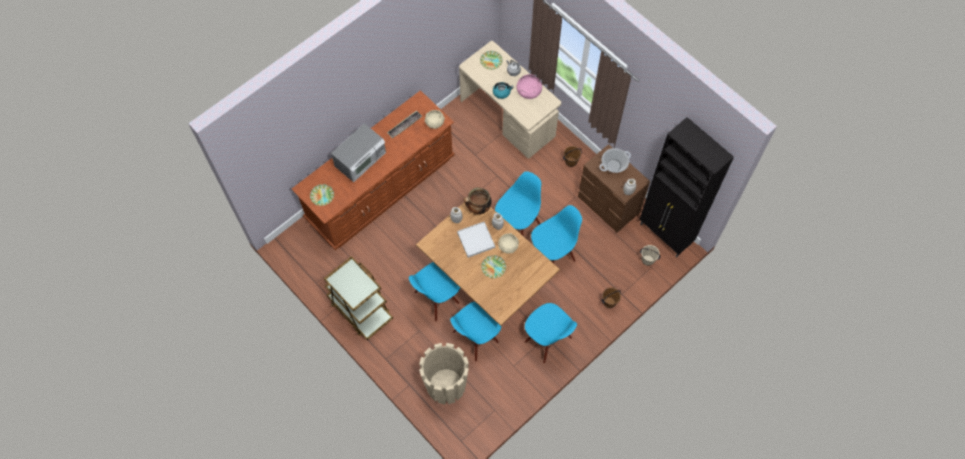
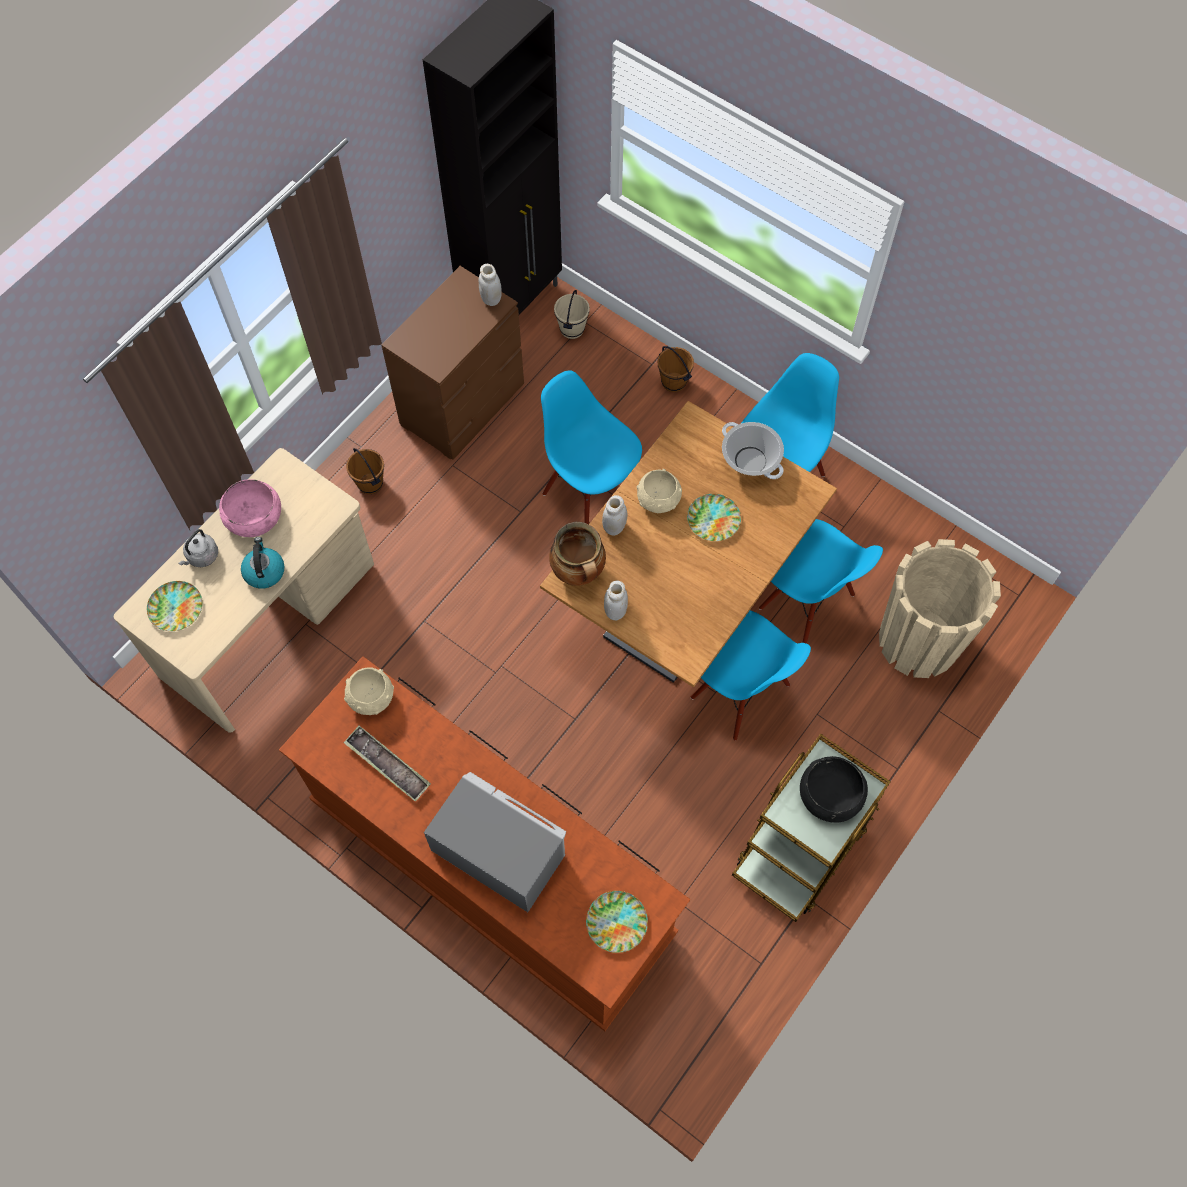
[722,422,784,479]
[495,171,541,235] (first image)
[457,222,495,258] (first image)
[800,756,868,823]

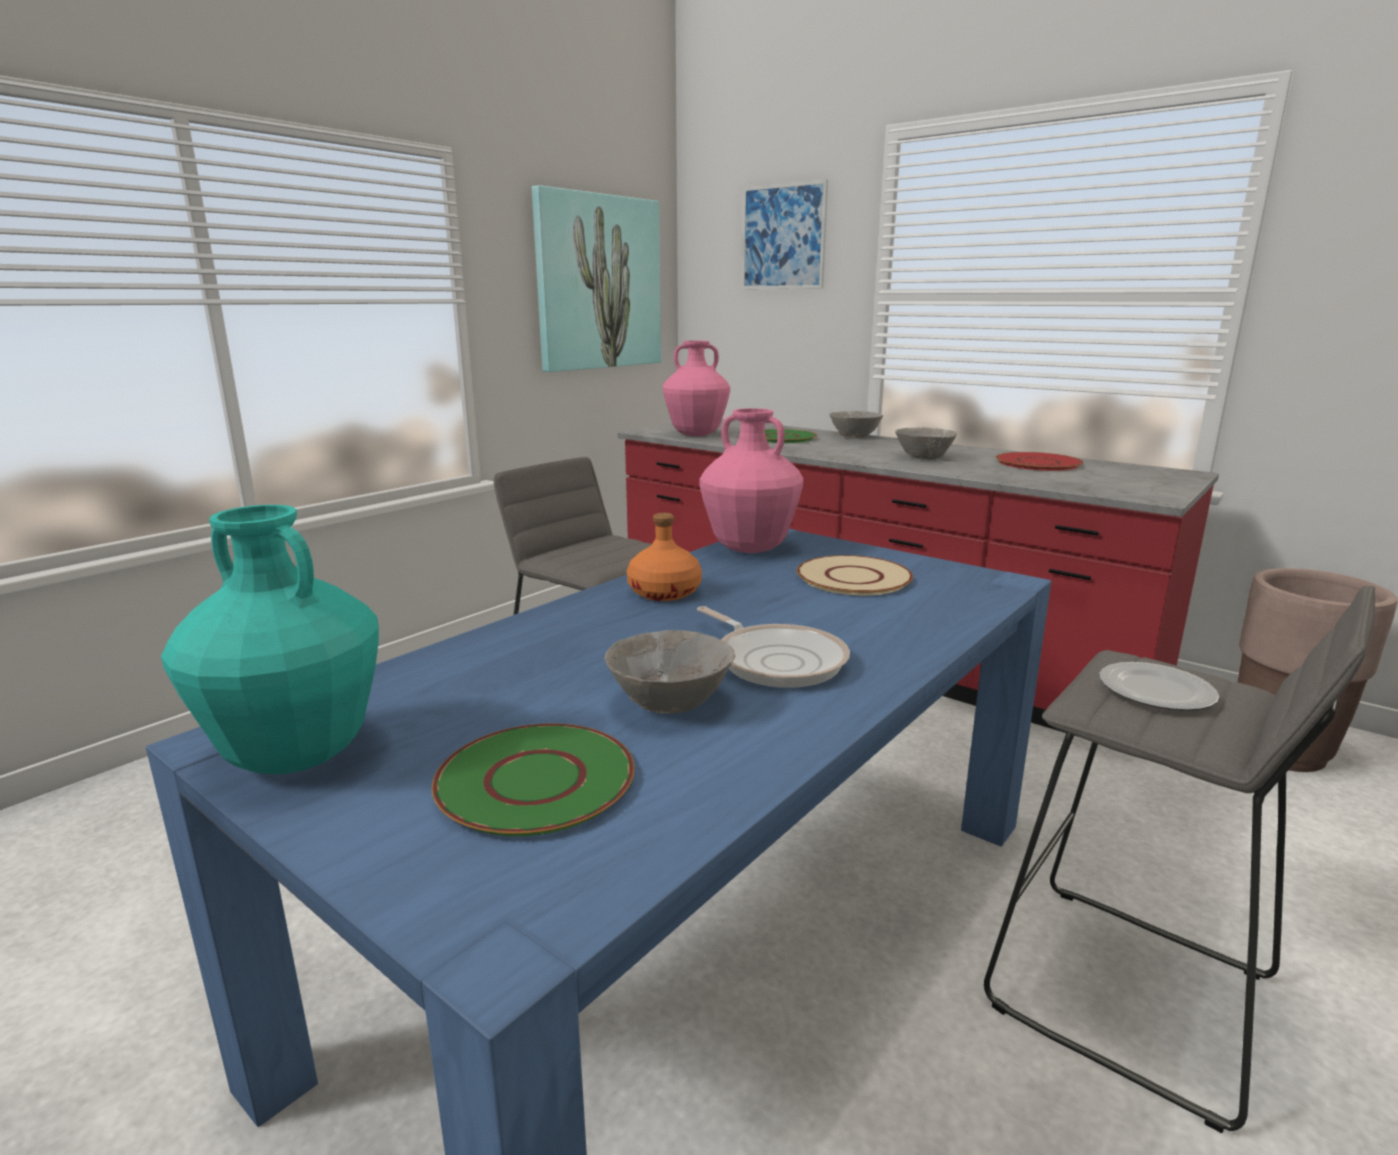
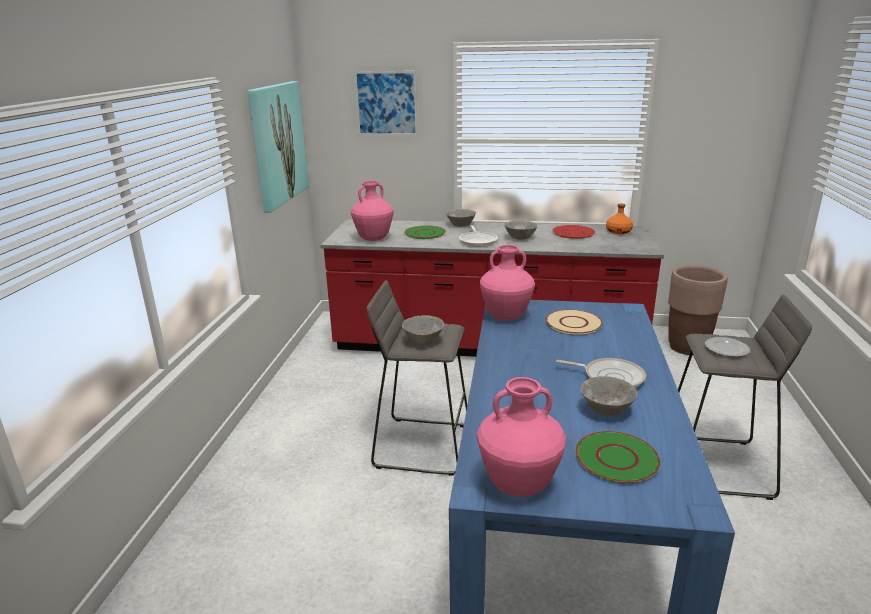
[477,377,566,497]
[606,203,633,234]
[459,225,498,247]
[402,315,444,345]

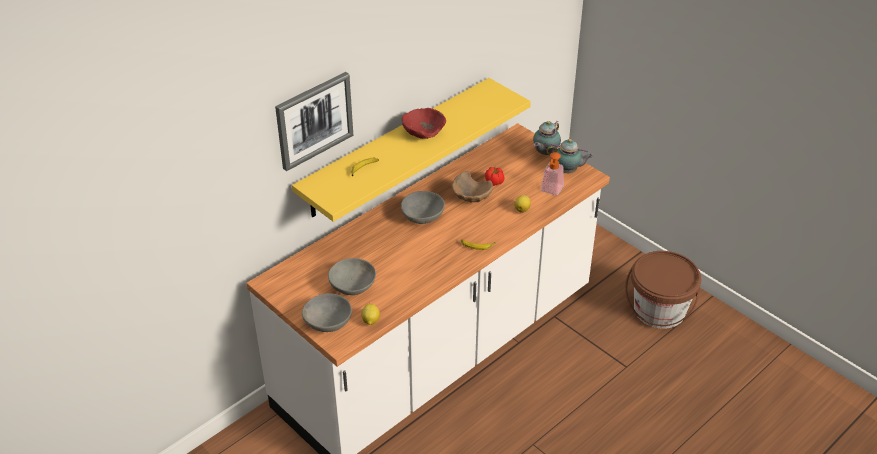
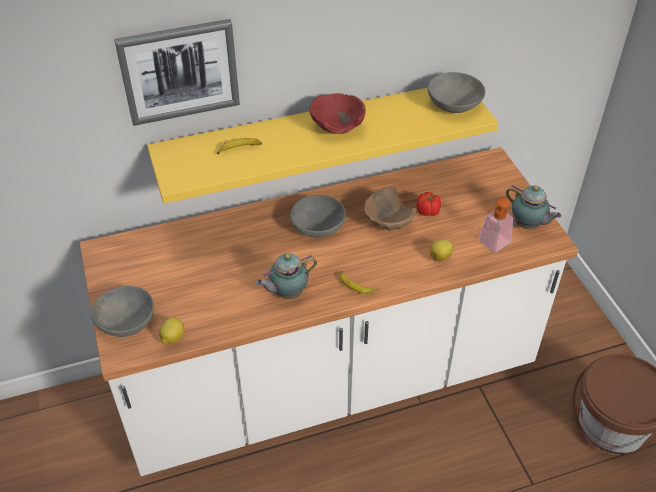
[256,253,317,299]
[428,72,485,113]

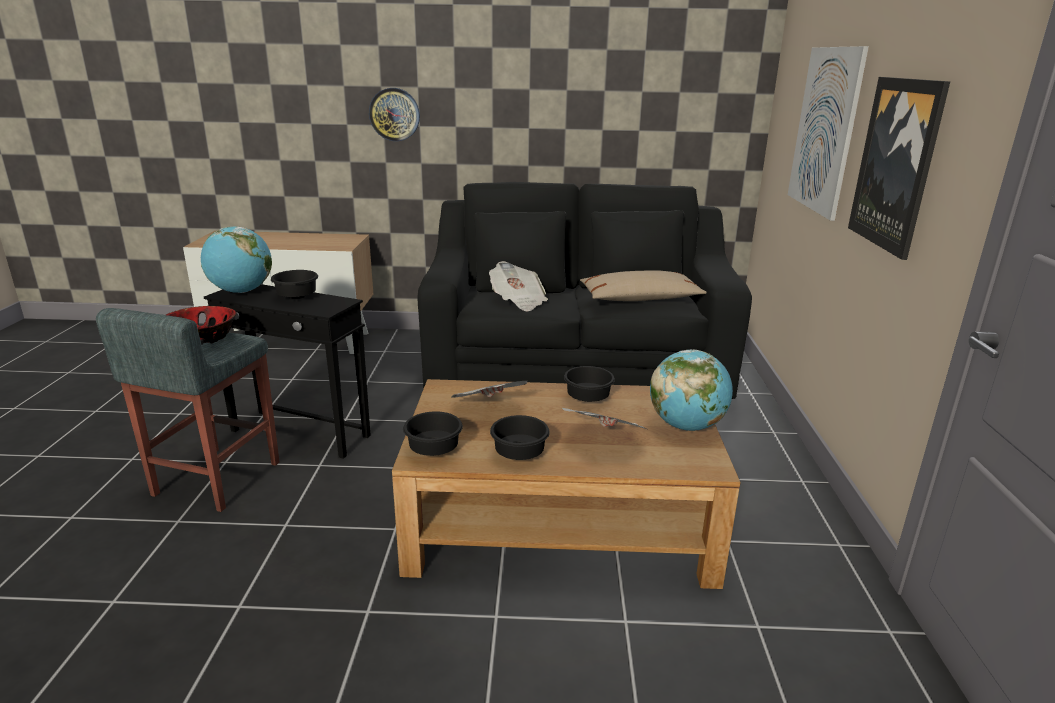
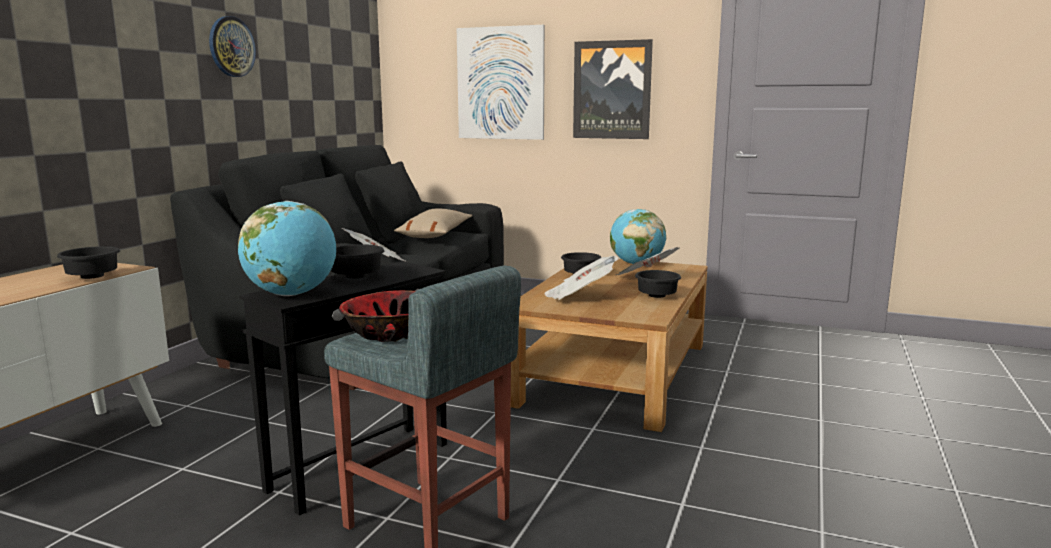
[209,16,256,77]
[57,246,120,279]

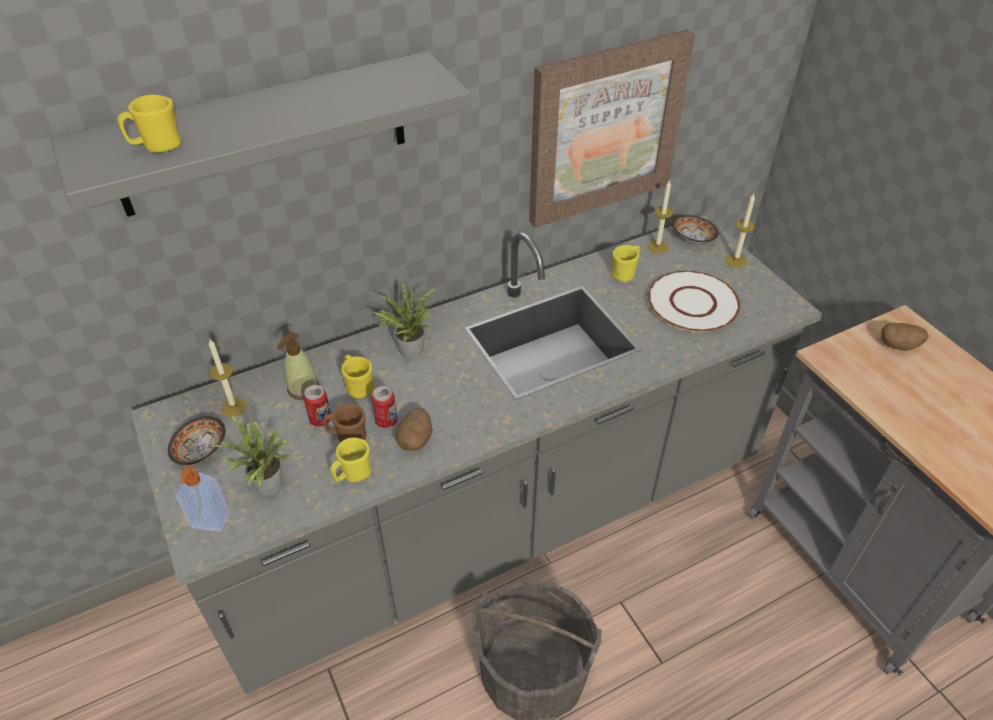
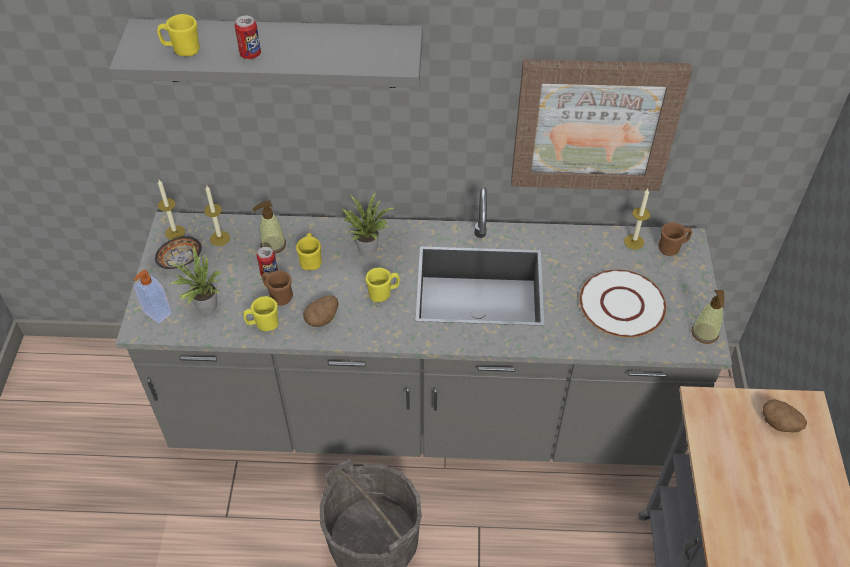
[158,180,185,240]
[658,222,692,256]
[366,268,400,302]
[234,16,261,59]
[691,290,724,344]

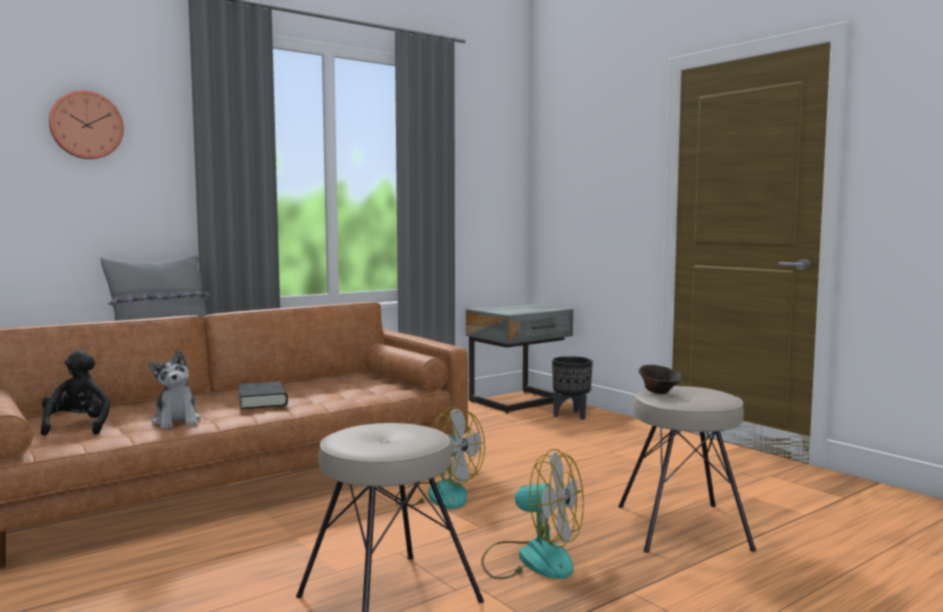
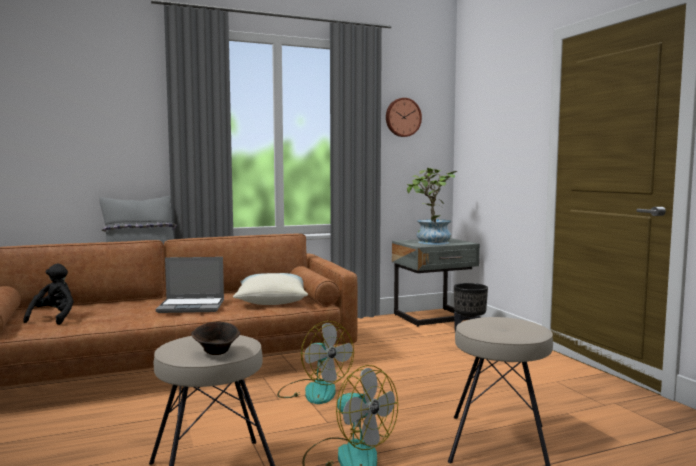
[386,98,422,137]
[149,350,201,429] (first image)
[191,322,240,355]
[156,257,224,313]
[407,168,457,244]
[233,273,308,305]

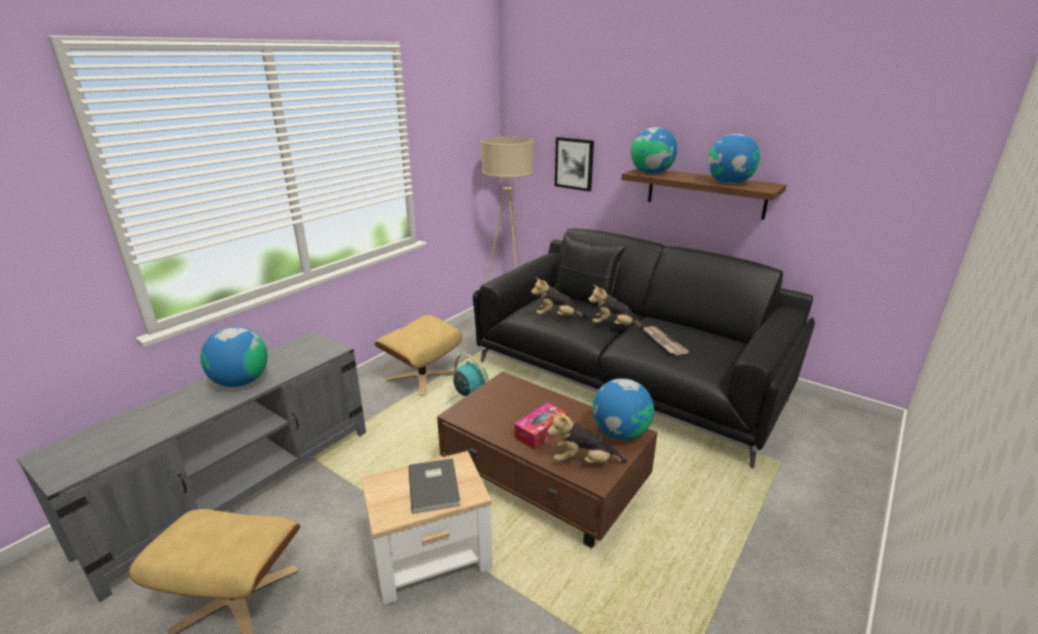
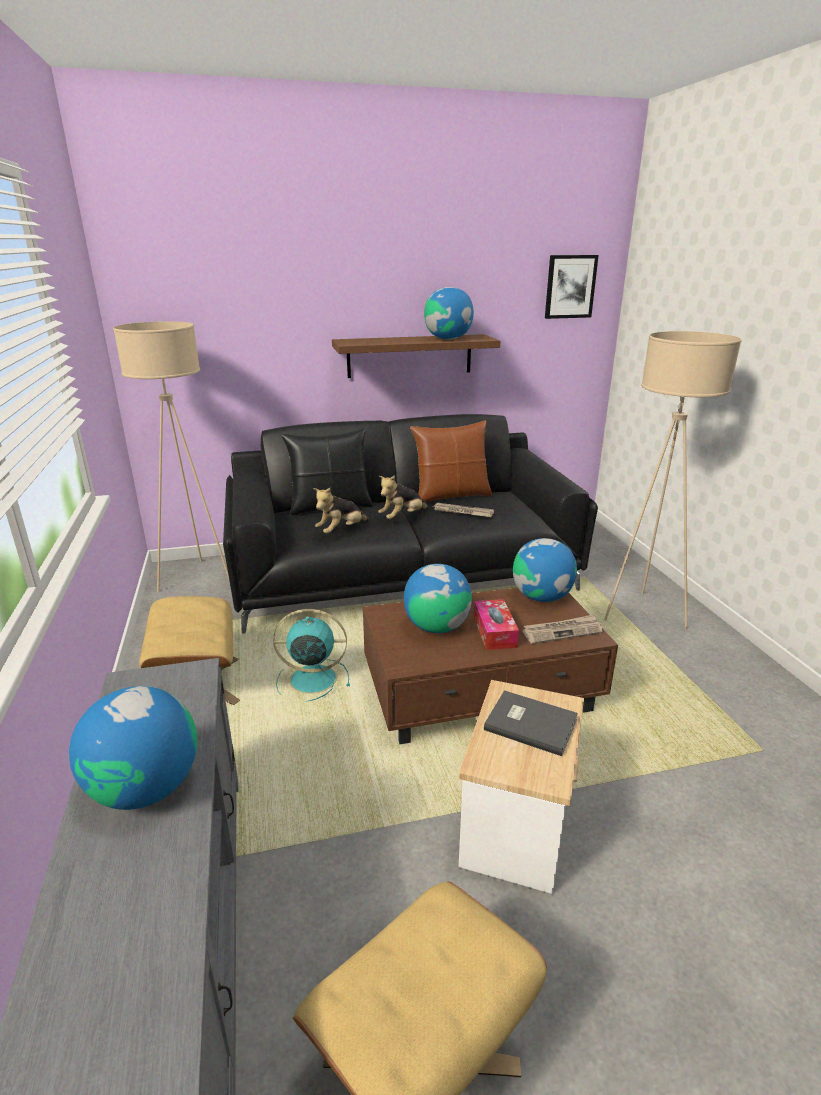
[404,564,472,633]
[545,255,599,319]
[522,614,603,644]
[604,331,742,630]
[410,420,492,502]

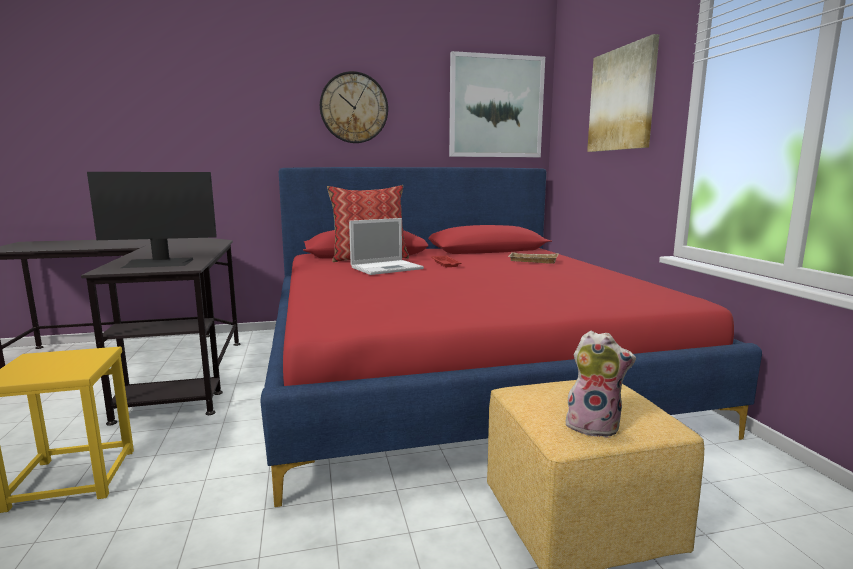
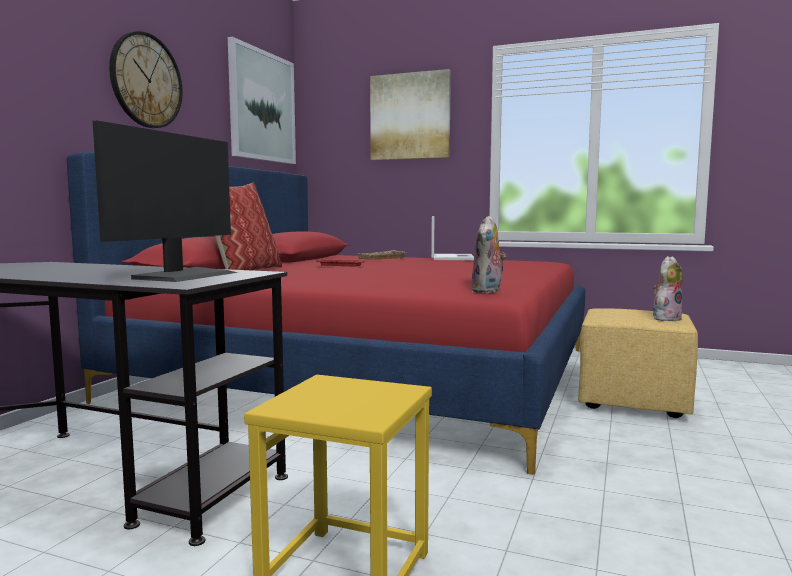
[431,216,474,260]
[471,216,506,293]

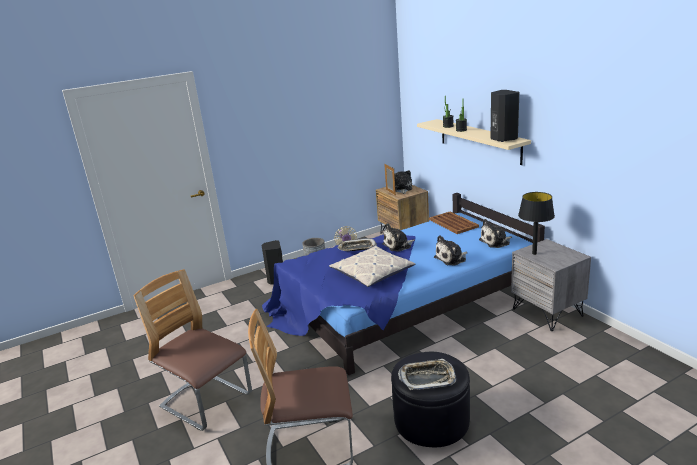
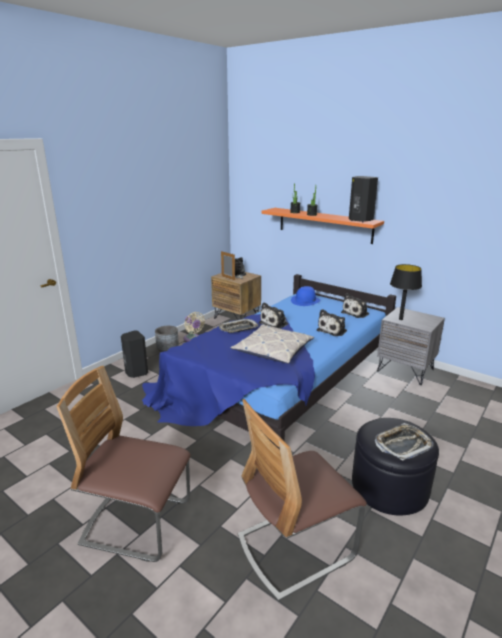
[261,208,384,244]
[291,286,320,306]

